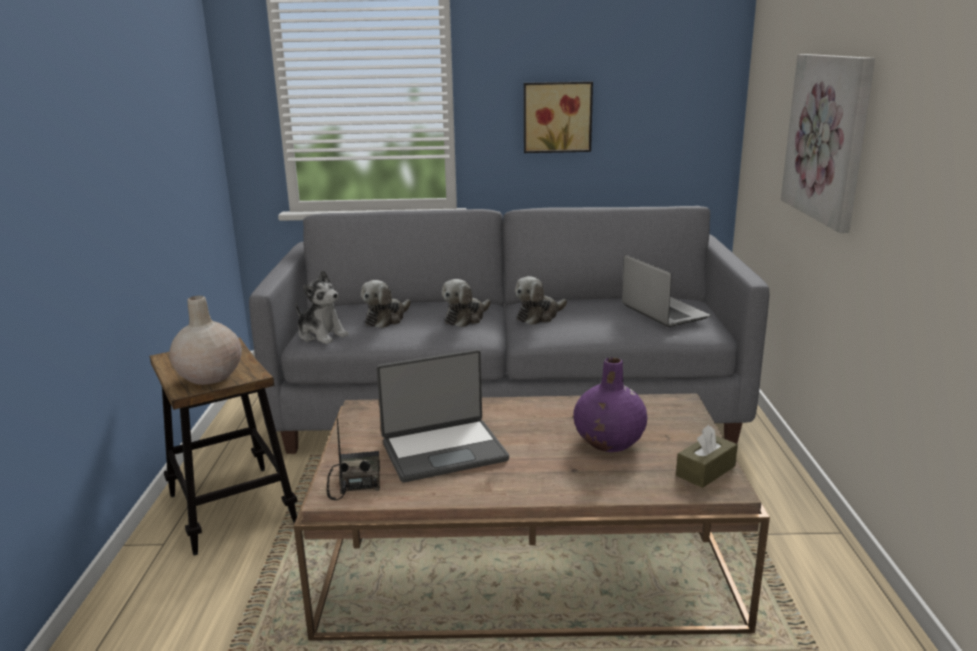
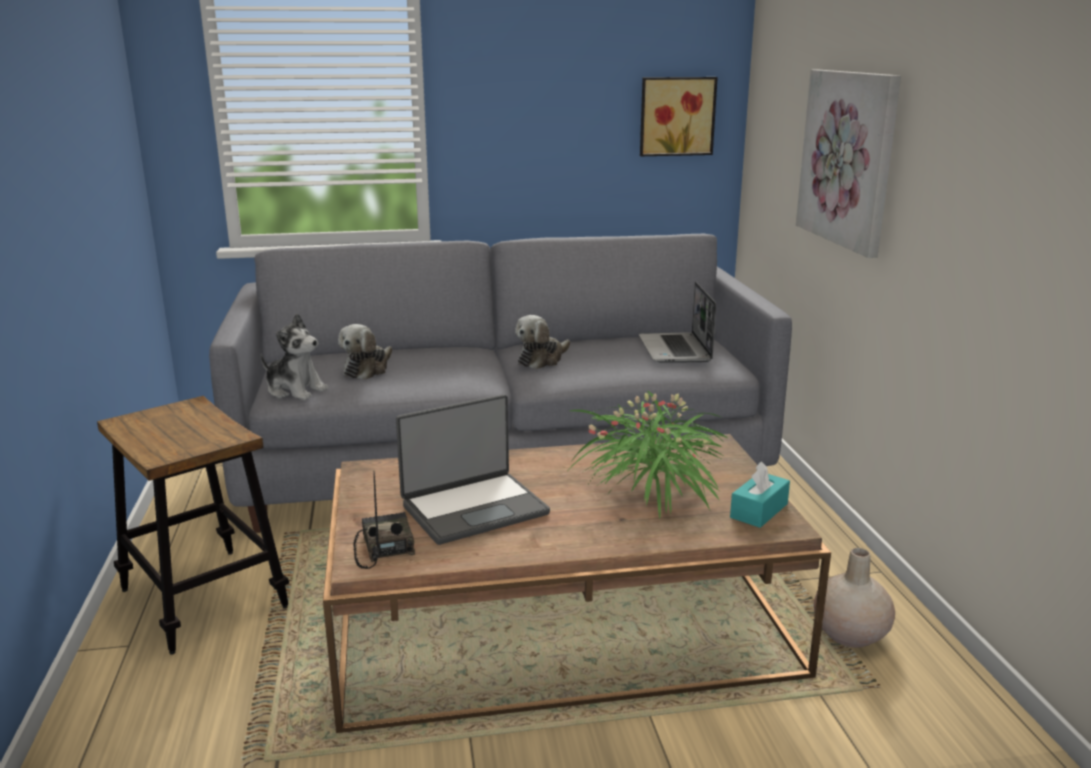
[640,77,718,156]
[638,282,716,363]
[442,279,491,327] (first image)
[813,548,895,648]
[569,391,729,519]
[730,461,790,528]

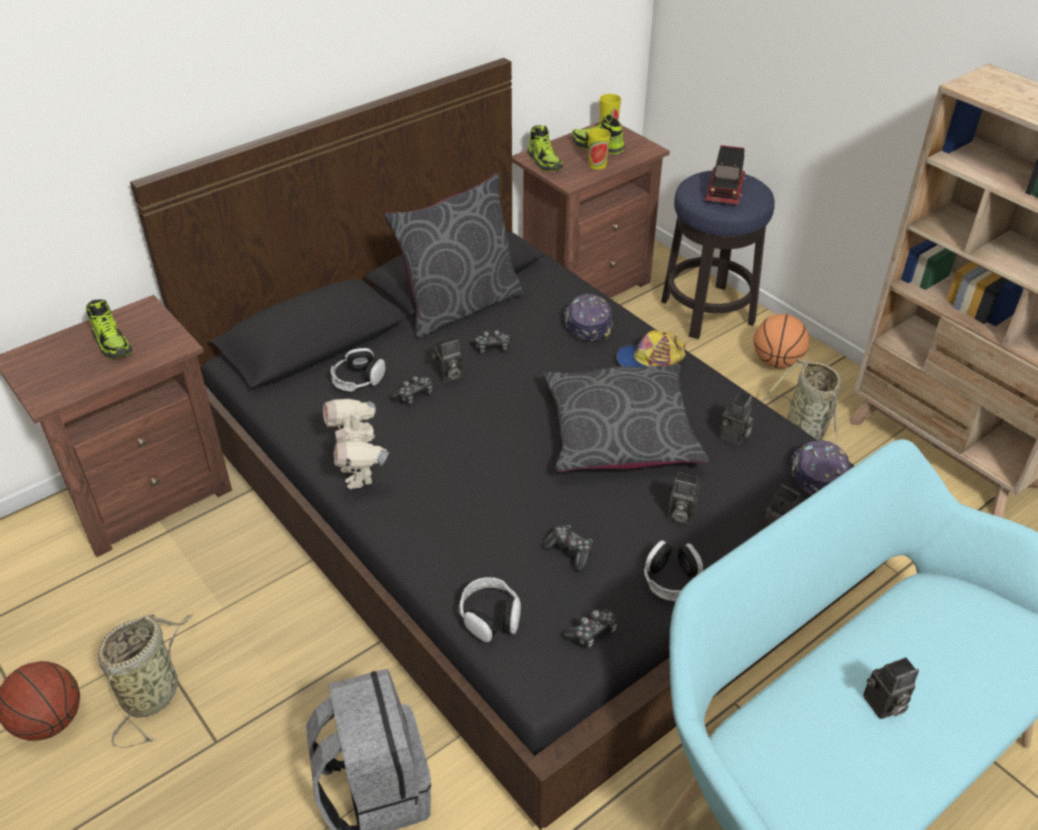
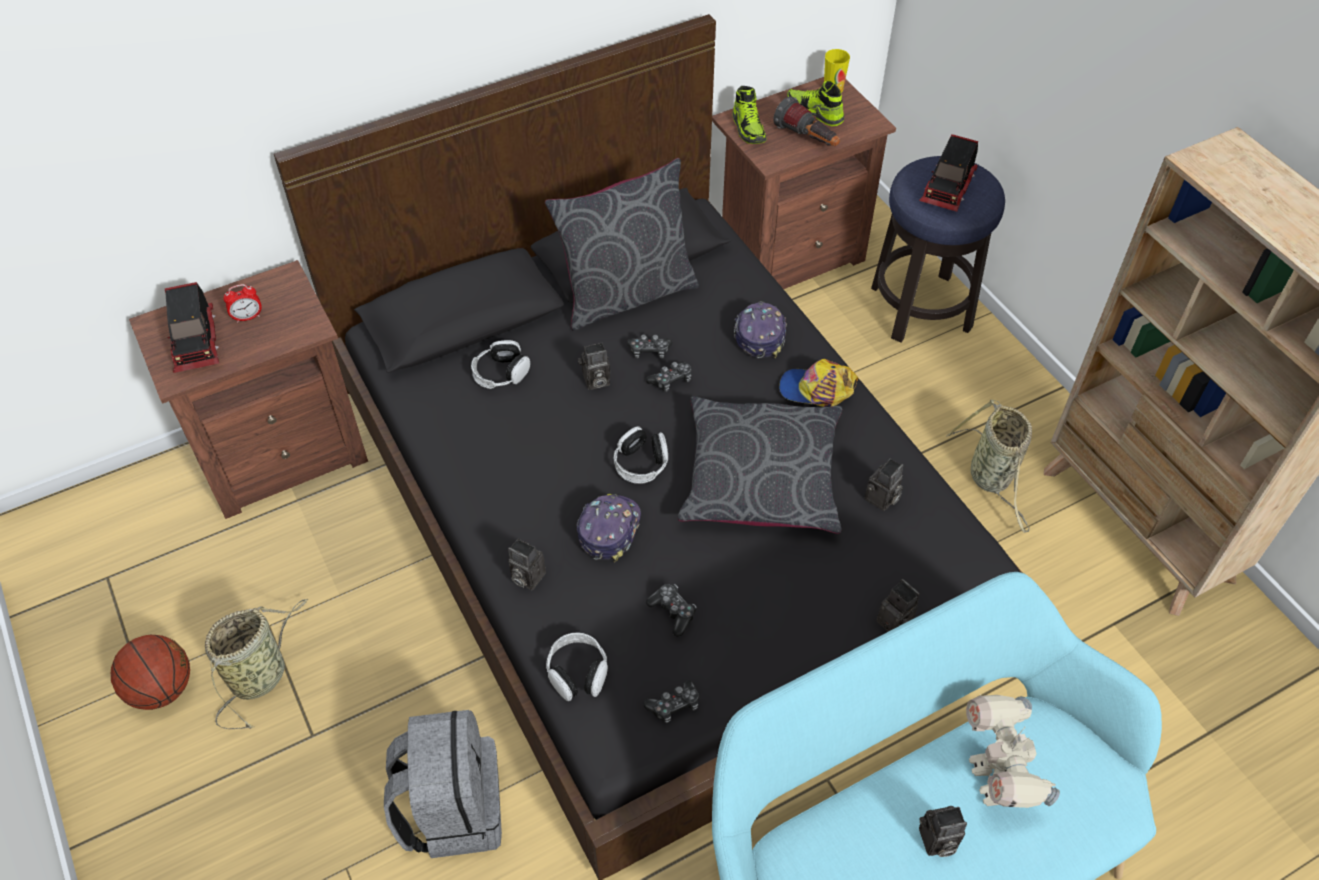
[774,96,840,146]
[223,284,262,323]
[754,314,809,368] (first image)
[646,361,691,392]
[966,695,1060,808]
[577,494,641,563]
[508,538,546,590]
[614,426,668,483]
[165,282,219,373]

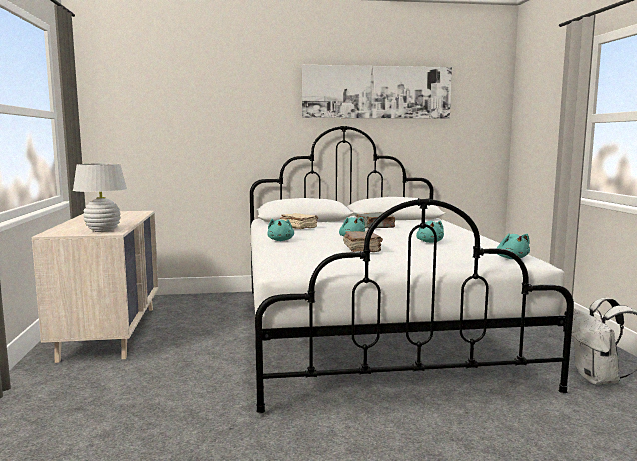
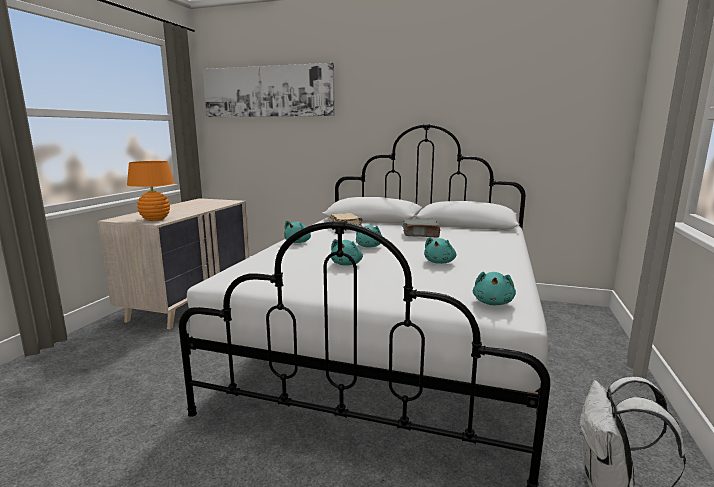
[203,63,335,117]
[127,161,174,221]
[331,239,363,266]

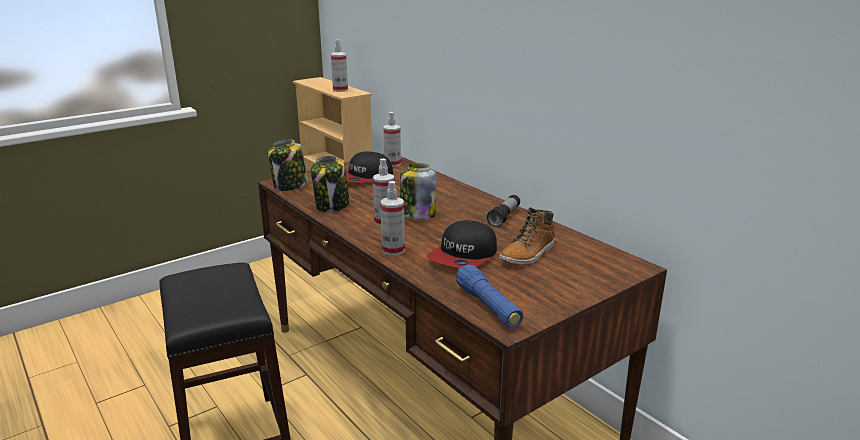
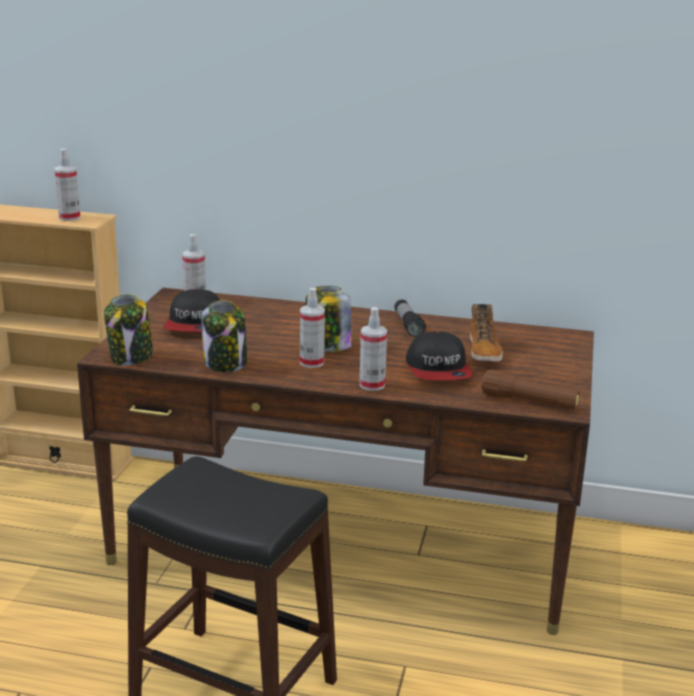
[481,369,580,410]

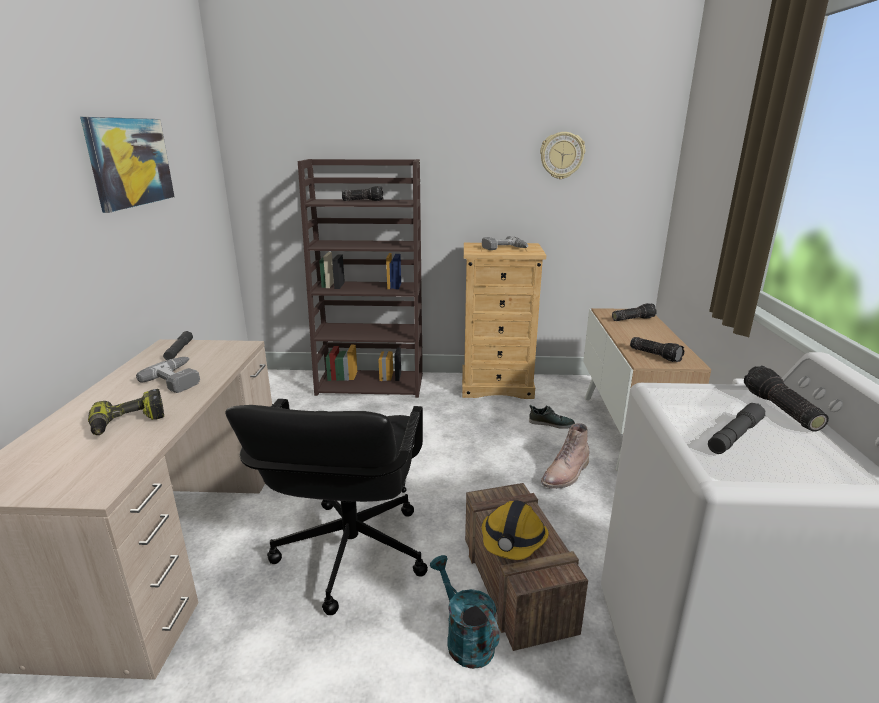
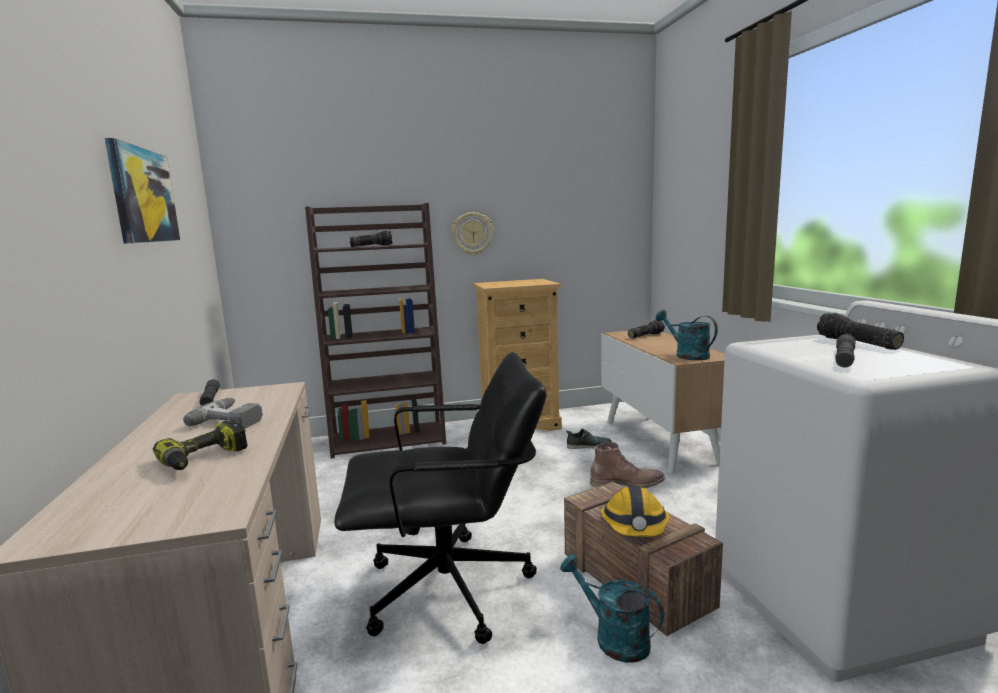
[452,212,493,255]
[482,236,528,250] (first image)
[656,310,718,360]
[334,352,547,644]
[590,442,665,488]

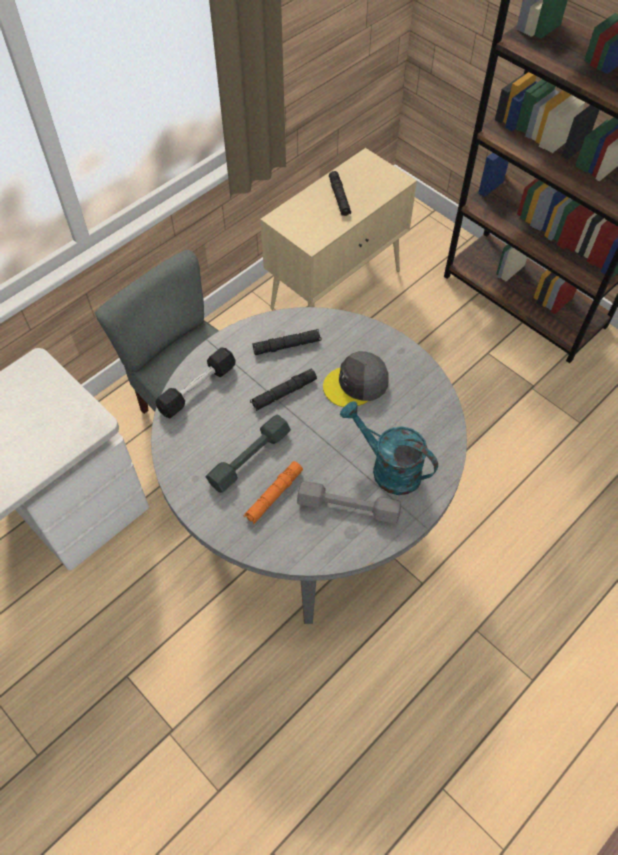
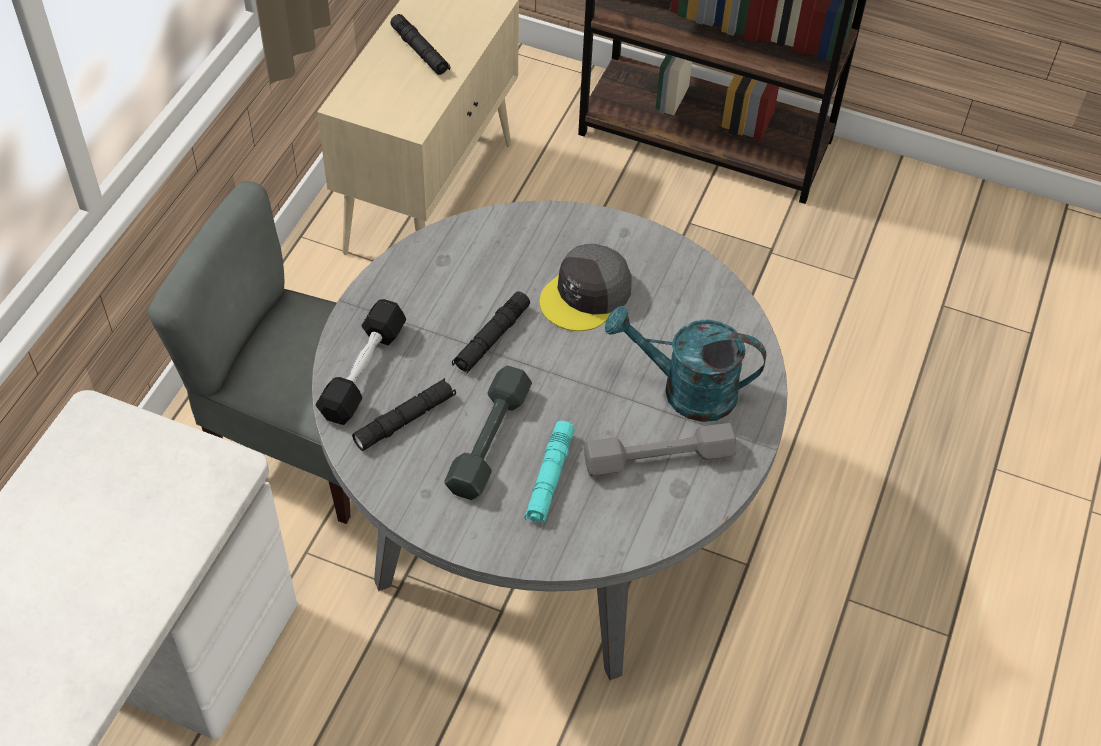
[352,378,456,451]
[524,421,575,524]

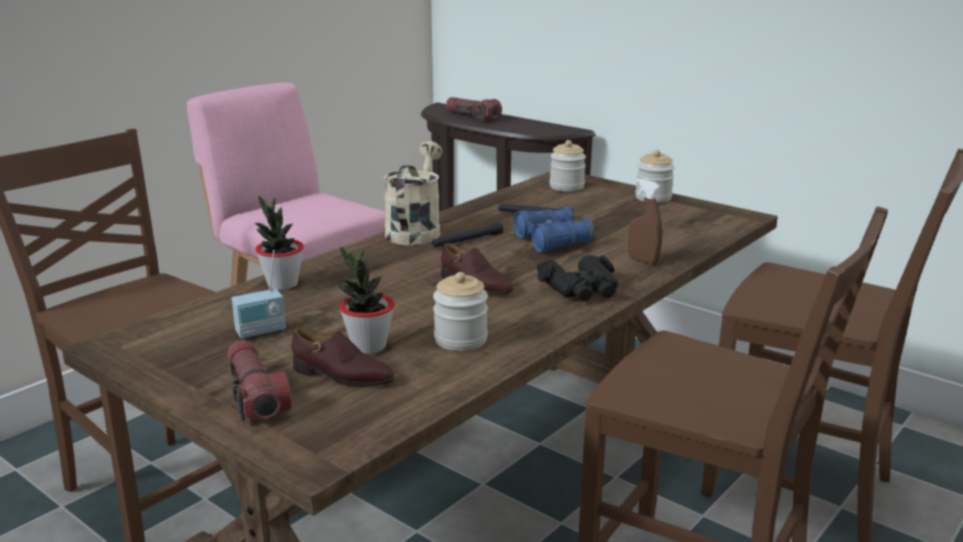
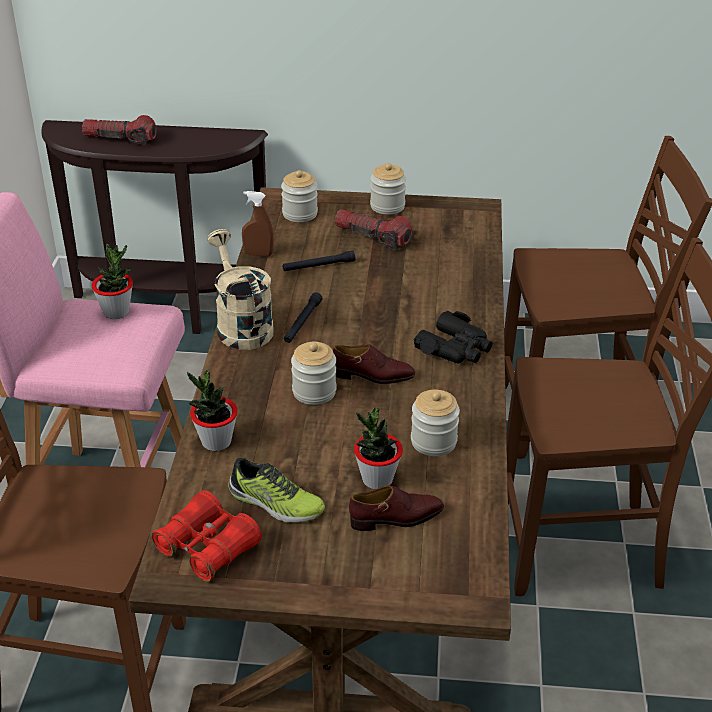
[242,191,274,257]
[513,206,595,253] (first image)
[228,458,325,523]
[335,209,412,249]
[92,244,133,319]
[291,342,337,405]
[151,490,262,581]

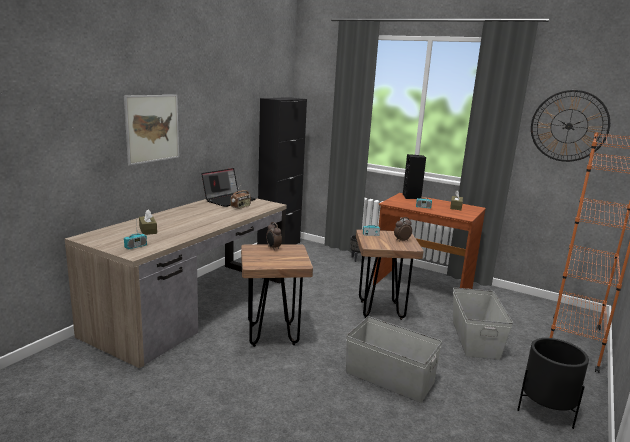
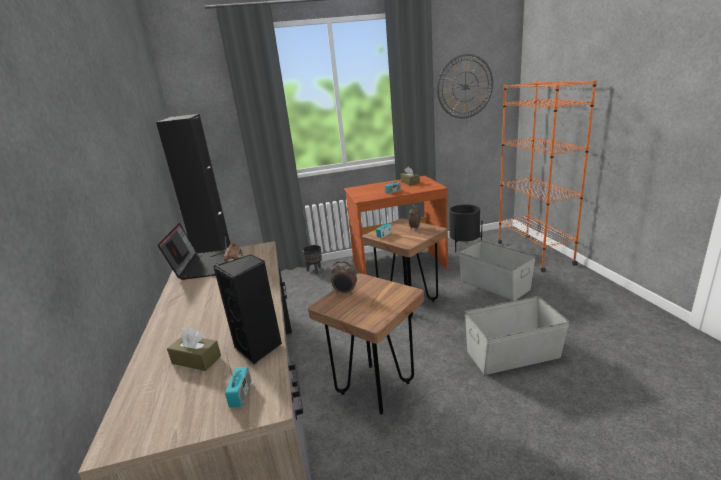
[124,95,179,166] (first image)
[213,254,282,364]
[449,205,482,252]

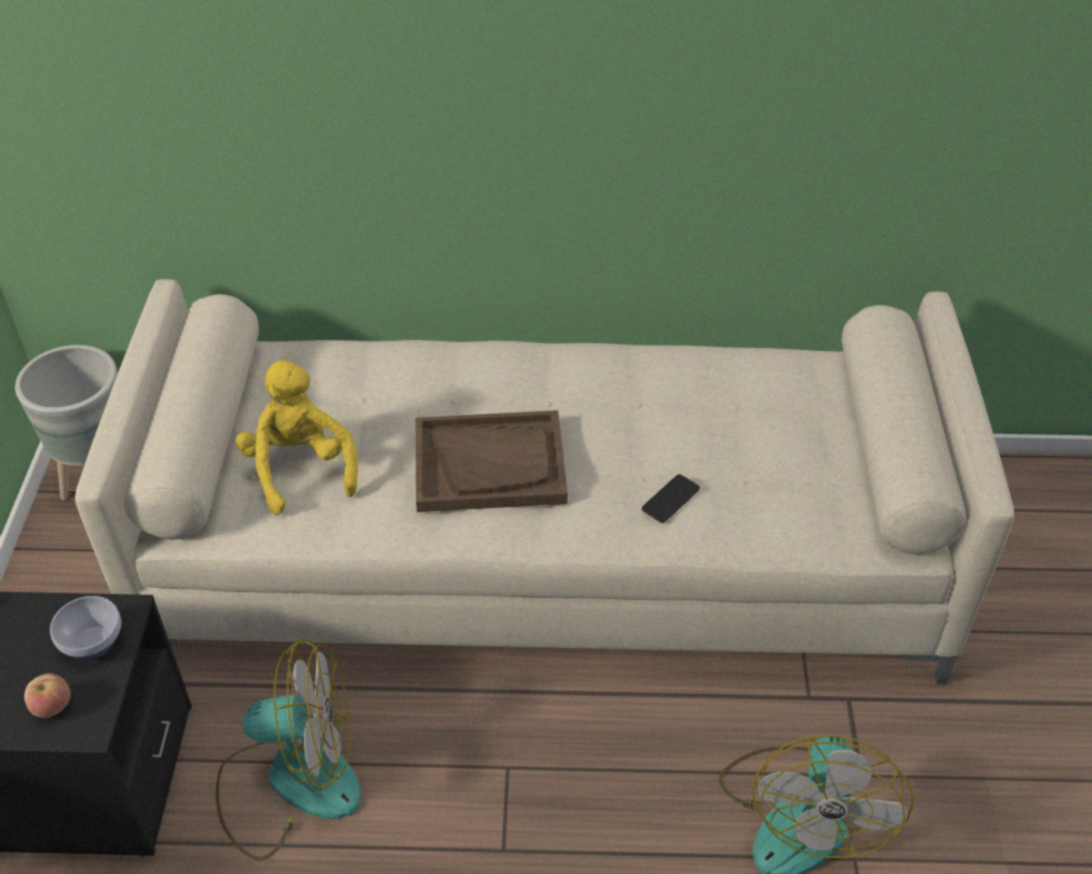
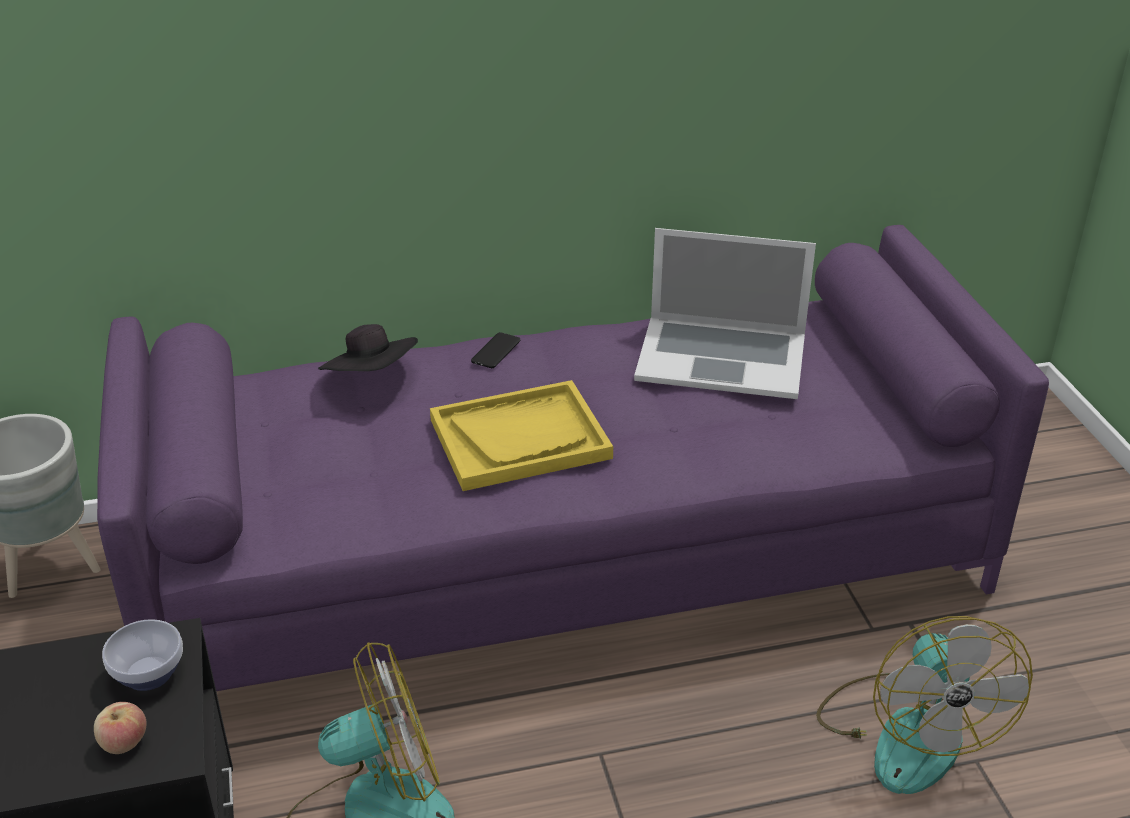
[97,225,1049,691]
[235,359,358,515] (first image)
[430,380,613,491]
[471,332,520,368]
[634,228,816,399]
[318,324,418,371]

